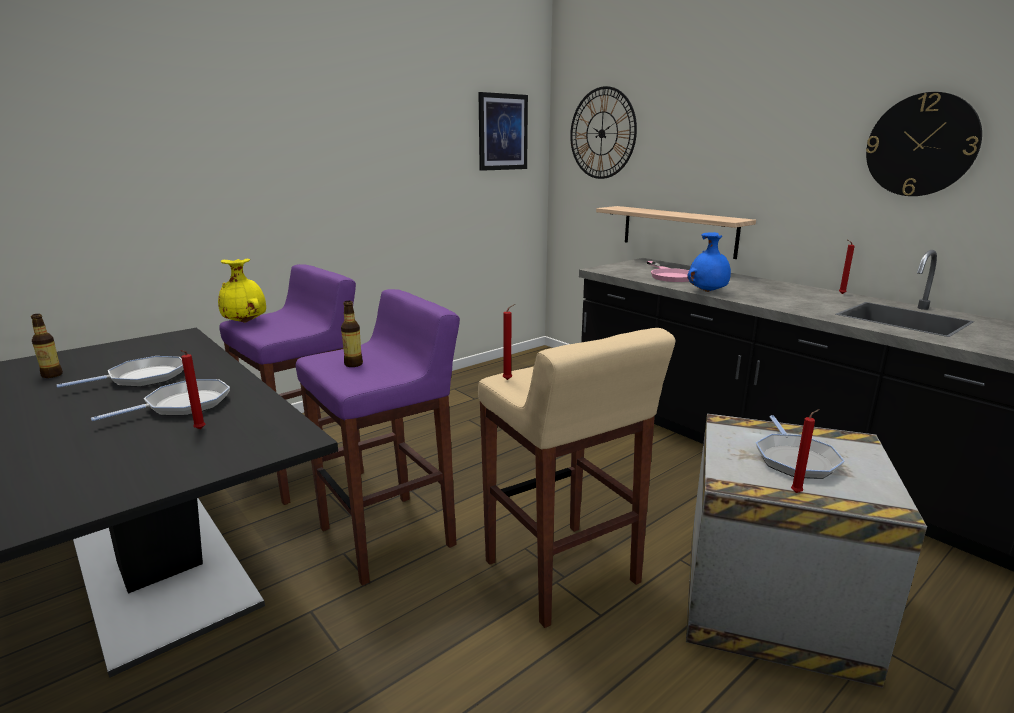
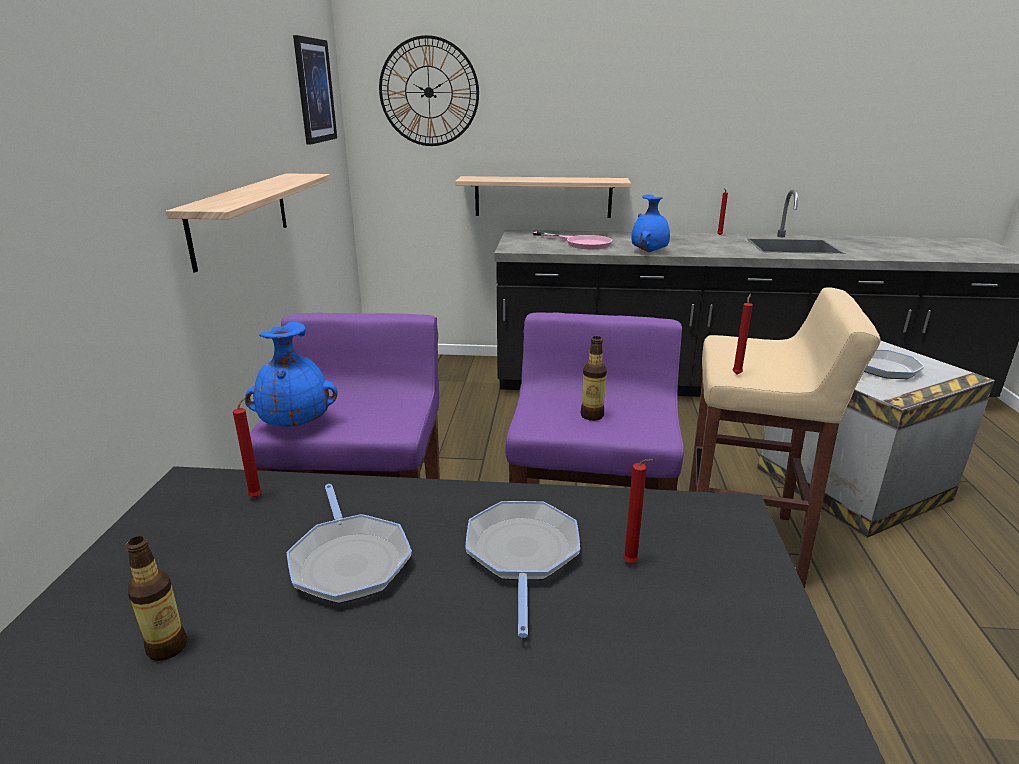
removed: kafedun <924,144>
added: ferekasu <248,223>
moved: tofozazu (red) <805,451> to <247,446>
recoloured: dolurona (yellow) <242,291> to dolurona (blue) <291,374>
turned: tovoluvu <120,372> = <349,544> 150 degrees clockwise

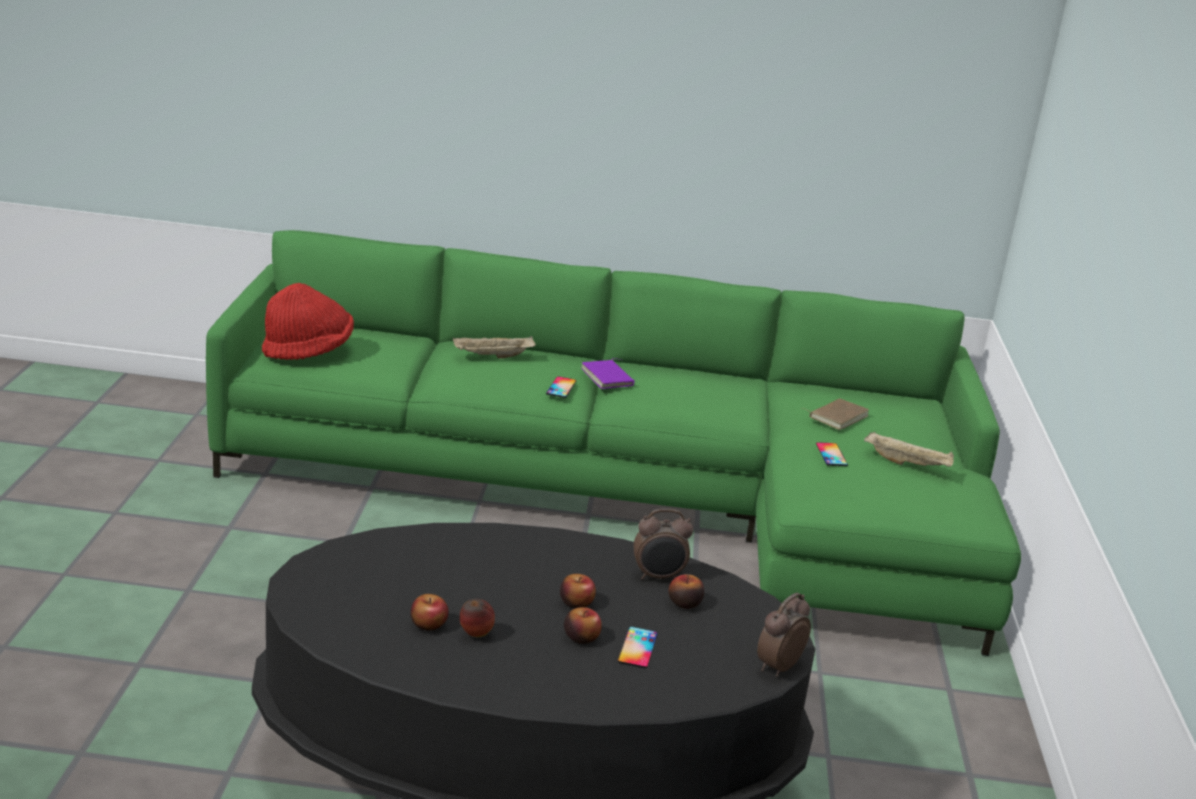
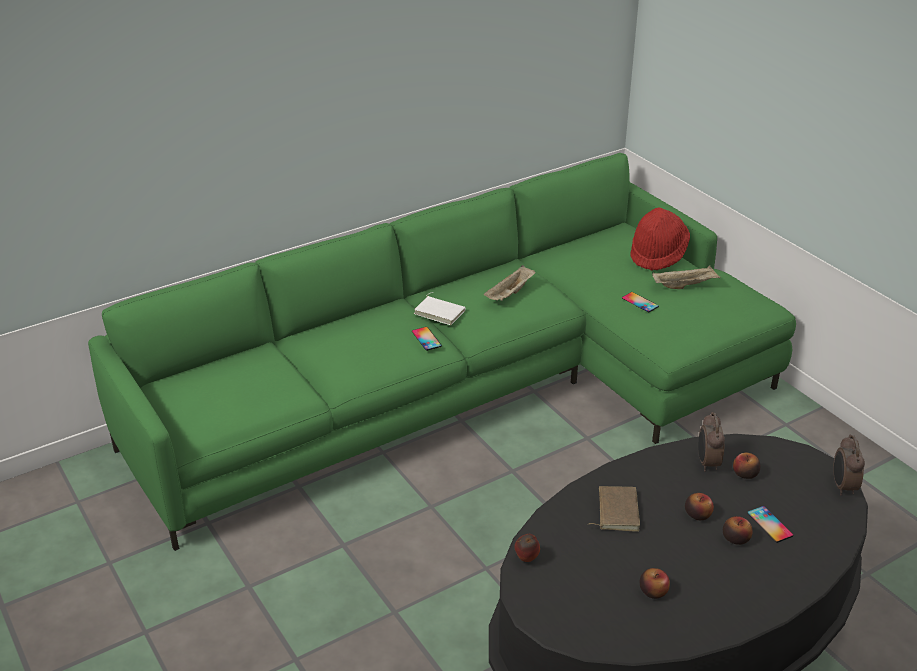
moved: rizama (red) <308,321> to <660,239>; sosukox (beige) <494,347> to <510,283>; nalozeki <477,618> to <527,548>; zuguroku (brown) <834,414> to <614,509>
recoloured: zuguroku (purple) <608,373> to zuguroku (white) <440,308>
turned: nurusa <663,544> = <711,442> 135 degrees clockwise

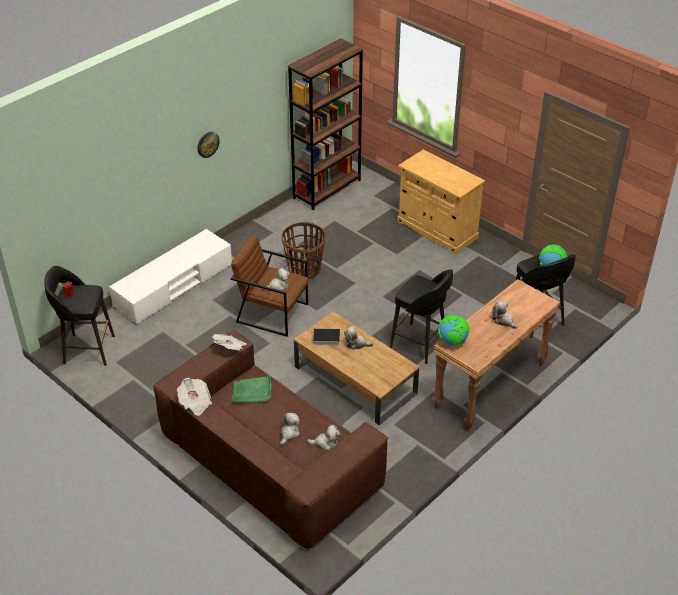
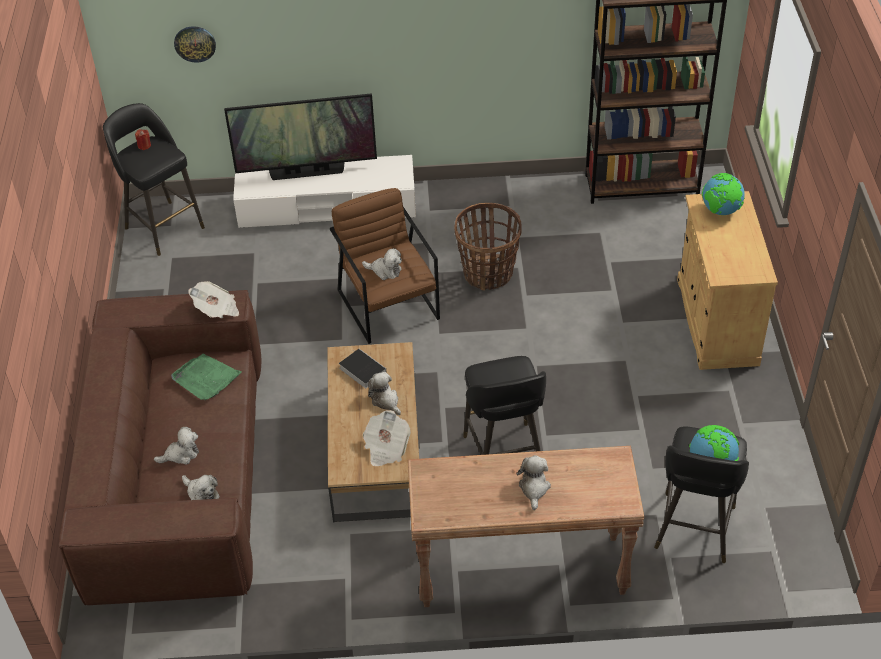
added: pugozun <300,136>
moved: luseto <194,397> to <387,438>; kafedun <209,145> to <195,44>; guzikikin <454,330> to <723,194>

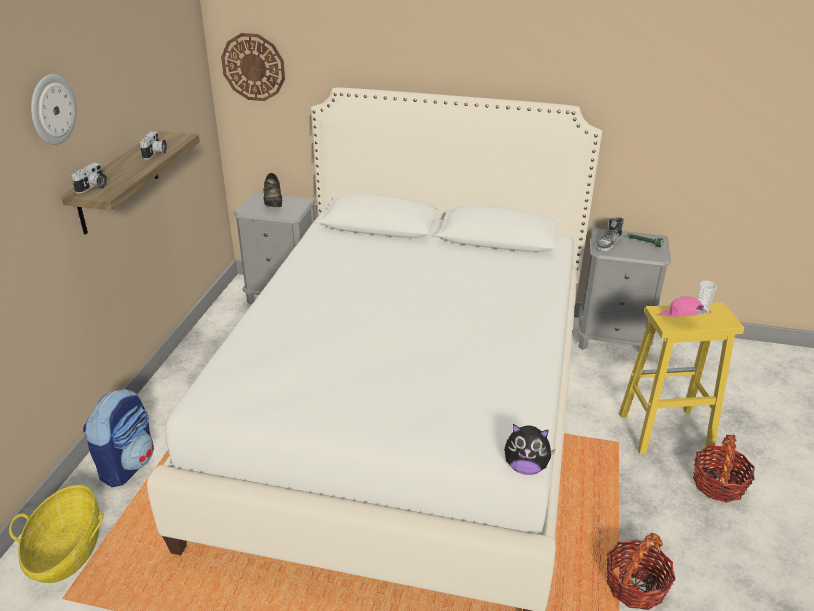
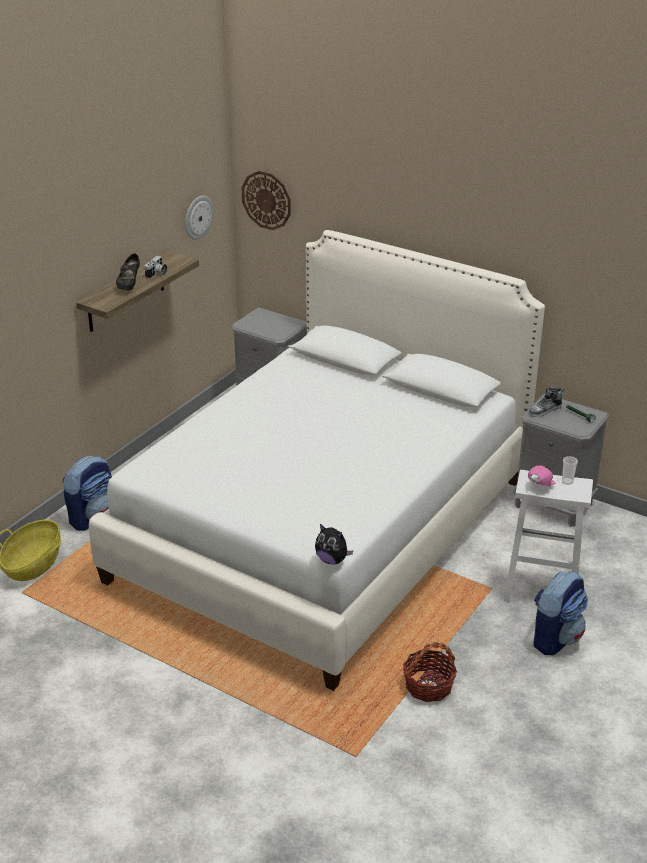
removed: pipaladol <89,178>
moved: kafedun <54,109> to <199,217>; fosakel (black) <272,190> to <128,271>
replaced: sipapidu <724,469> to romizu <560,613>
recoloured: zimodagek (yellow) <681,378> to zimodagek (white) <548,536>
turned: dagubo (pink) <685,306> = <541,475> 60 degrees clockwise

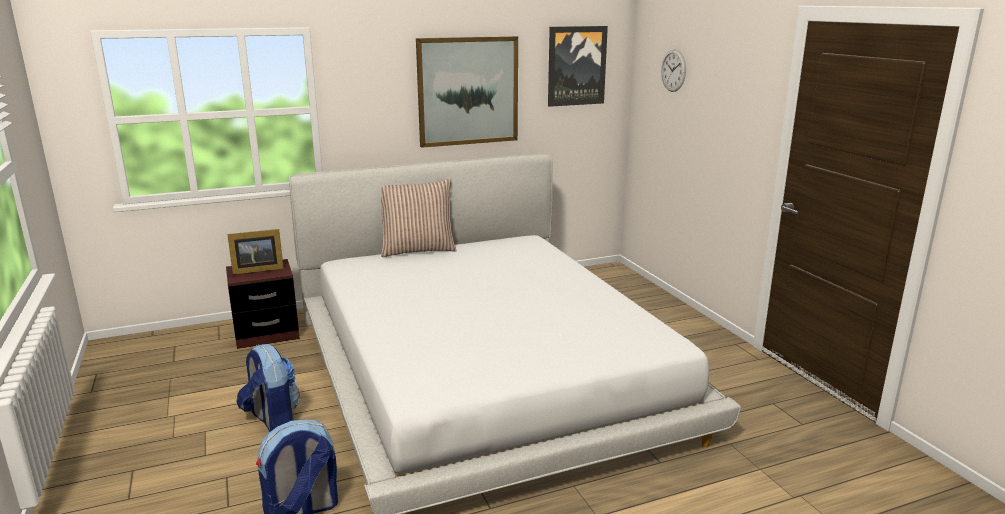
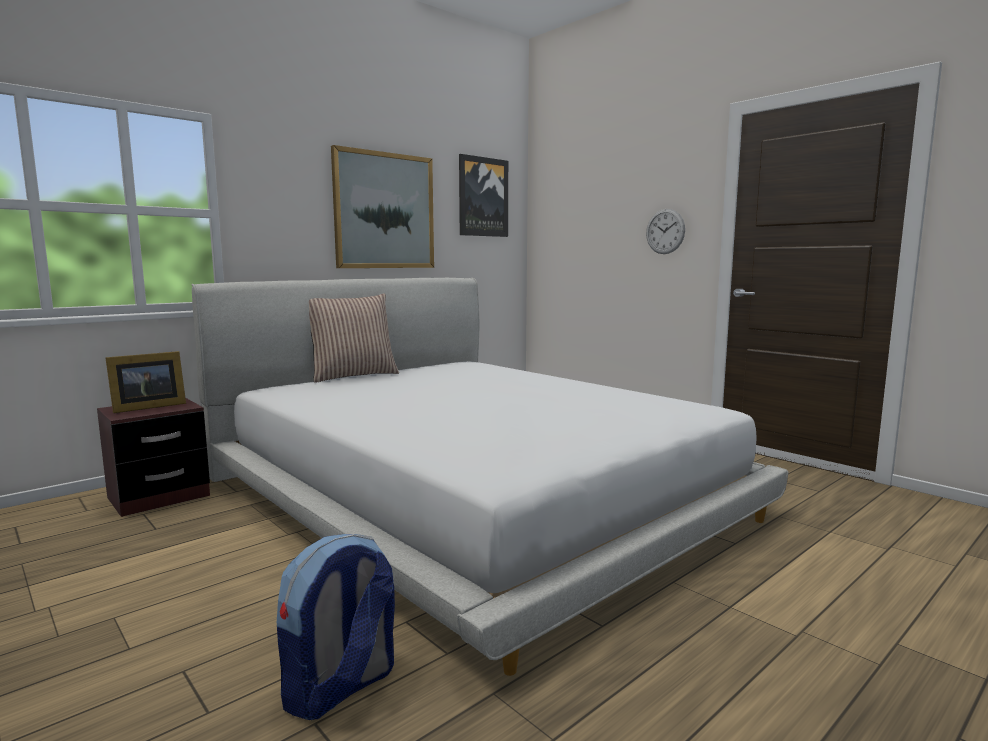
removed: romizu <268,388>
moved: kafedun <673,70> to <665,231>

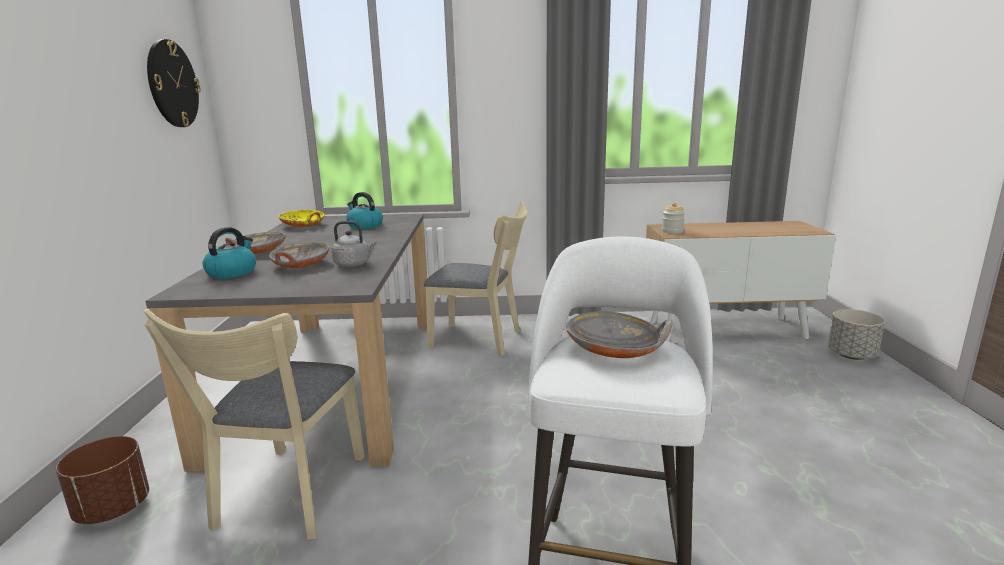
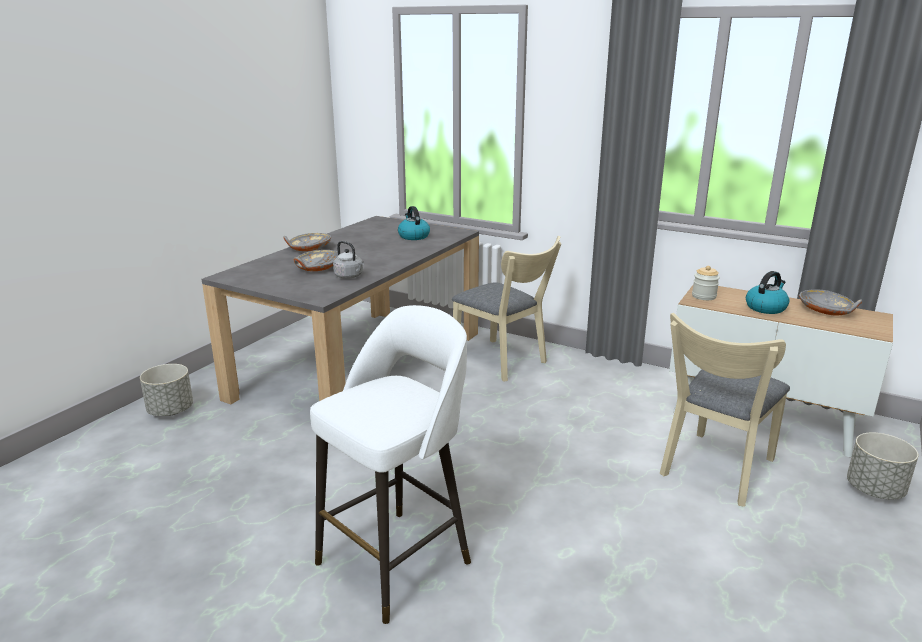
removed: kafedun <174,83>; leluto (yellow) <301,218>
moved: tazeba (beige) <254,424> to <725,410>; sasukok <229,253> to <768,292>; leluto (grey) <619,334> to <830,302>
recoloured: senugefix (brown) <102,480> to senugefix (grey) <166,390>

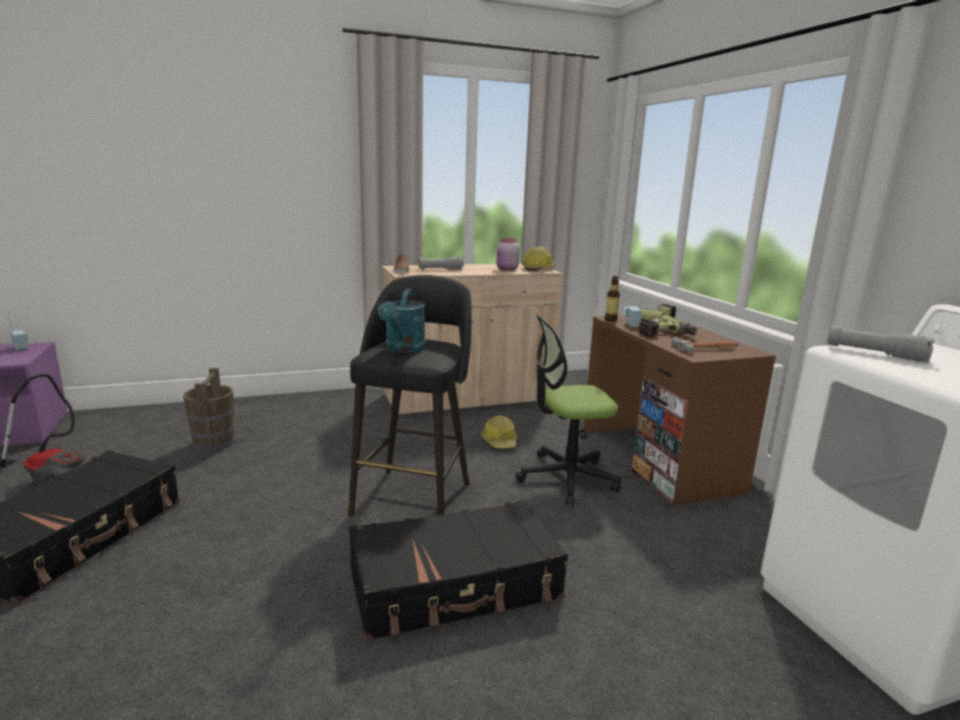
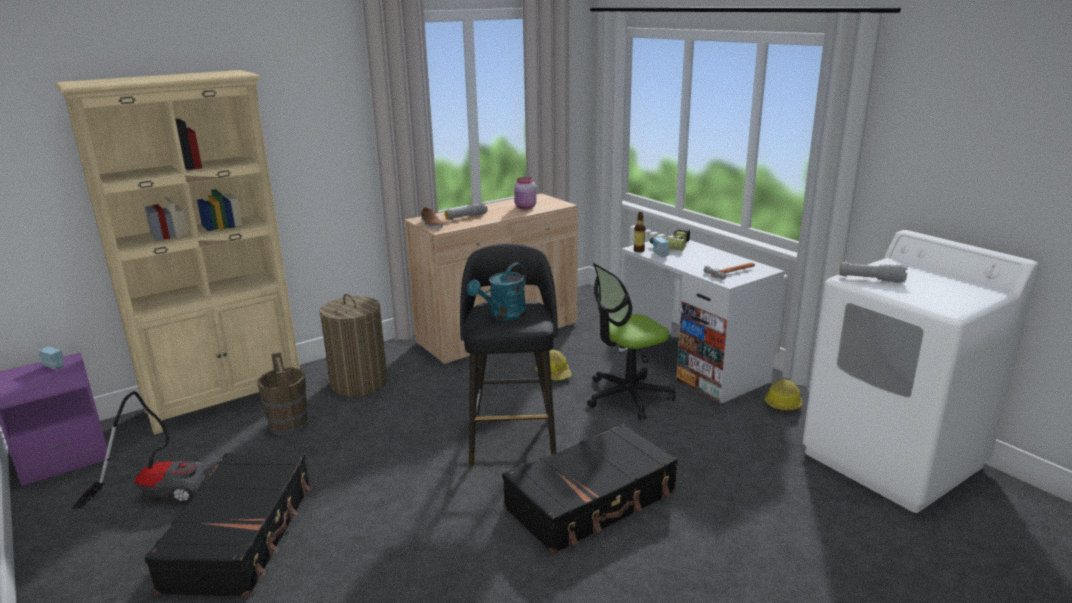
removed: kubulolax <667,326>
added: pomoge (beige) <177,252>; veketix <354,345>
moved: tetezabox <539,258> to <783,396>
recoloured: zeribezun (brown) <679,410> to zeribezun (white) <702,319>
turned: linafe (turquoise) <402,321> = <497,291> 45 degrees clockwise

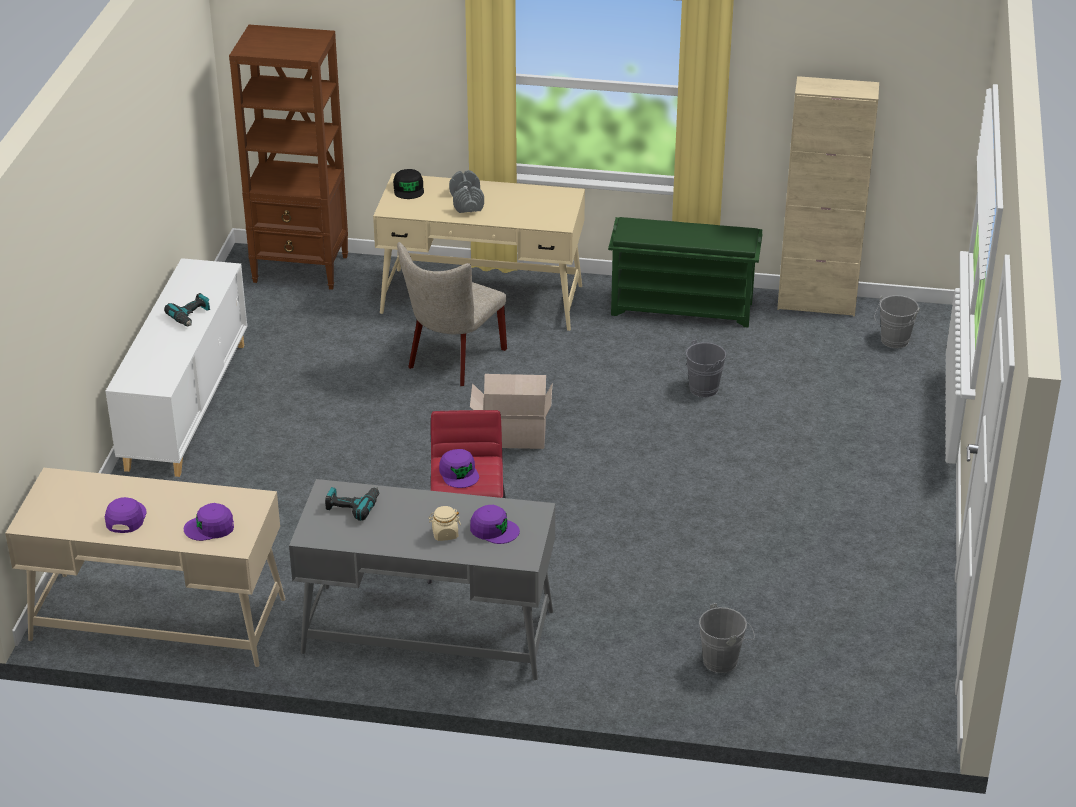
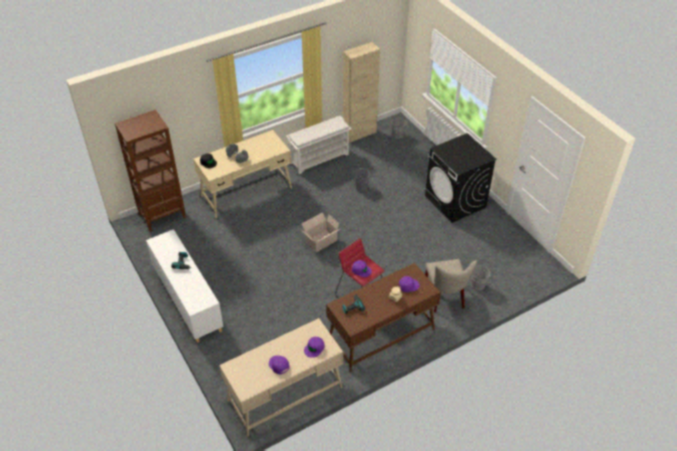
added: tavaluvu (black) <461,178>
moved: tazeba (beige) <452,314> to <451,286>
recoloured: zeribezun (grey) <422,579> to zeribezun (brown) <383,317>; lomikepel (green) <685,272> to lomikepel (white) <319,145>

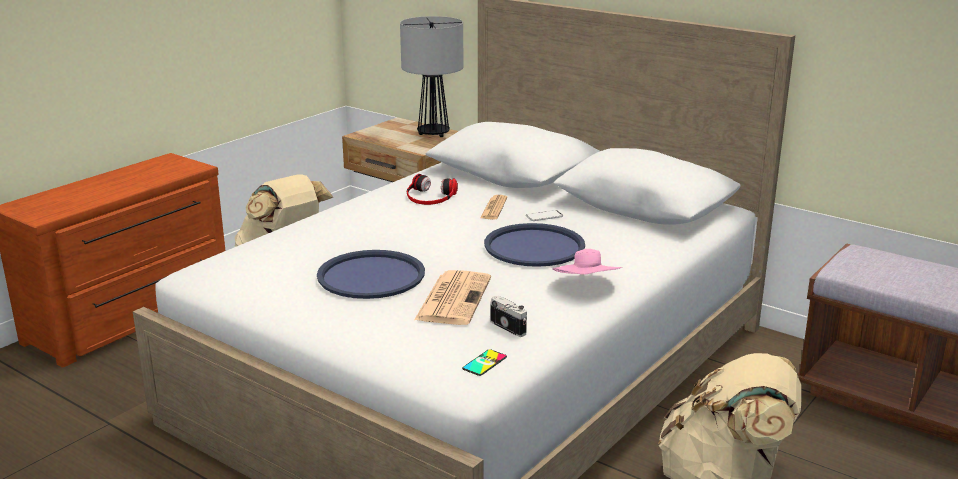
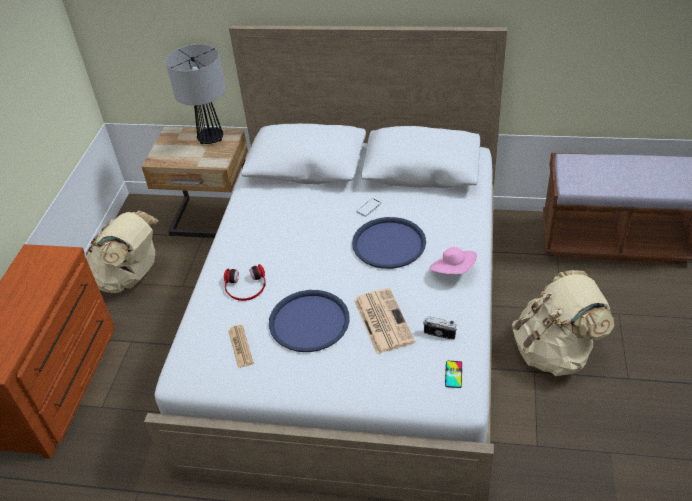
moved: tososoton <432,189> to <245,282>; luseto <494,207> to <241,346>

